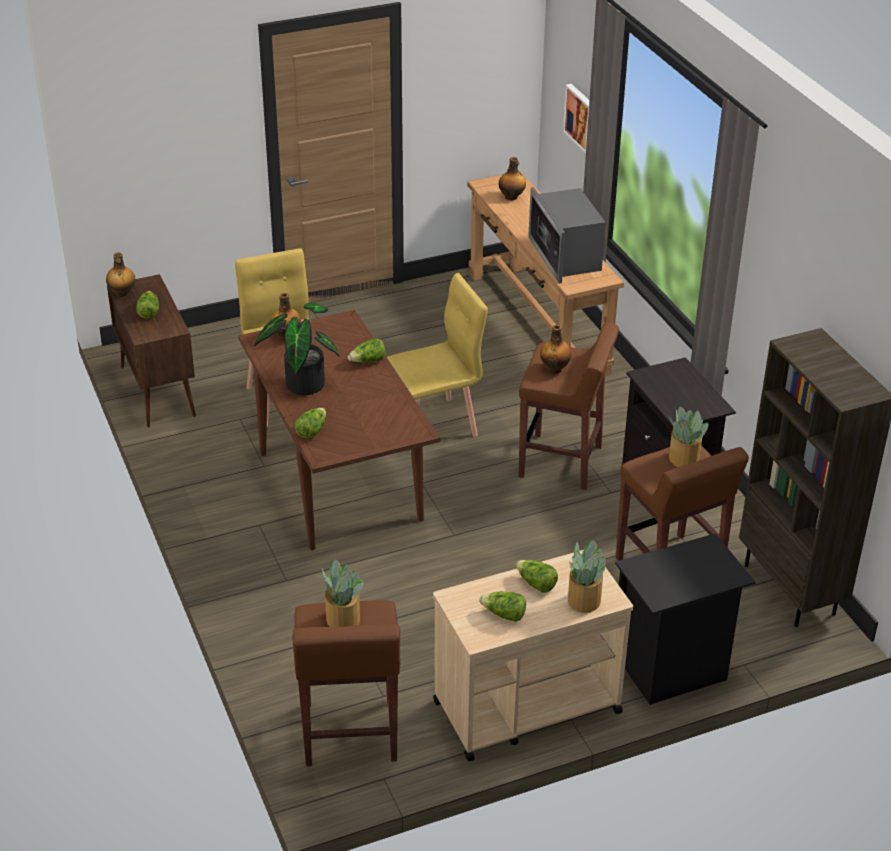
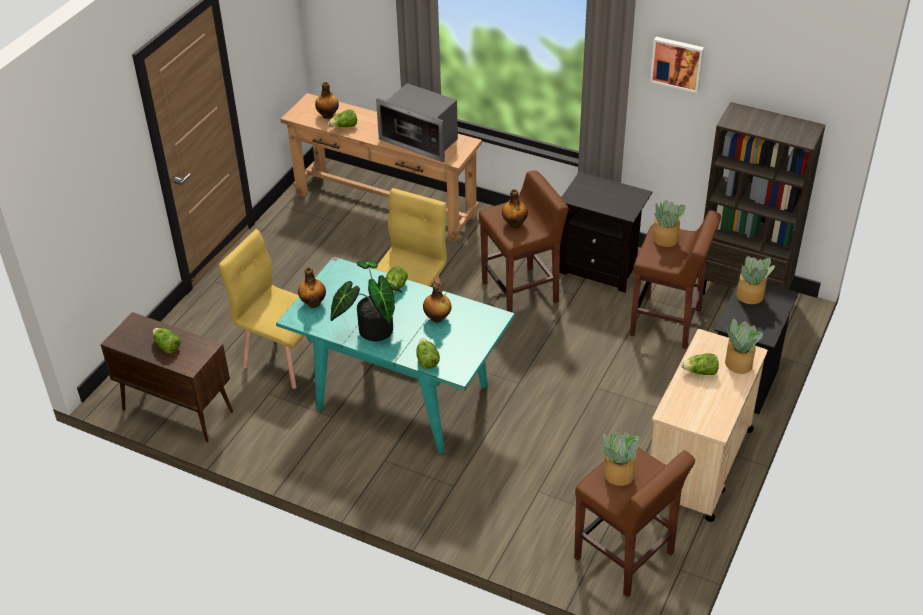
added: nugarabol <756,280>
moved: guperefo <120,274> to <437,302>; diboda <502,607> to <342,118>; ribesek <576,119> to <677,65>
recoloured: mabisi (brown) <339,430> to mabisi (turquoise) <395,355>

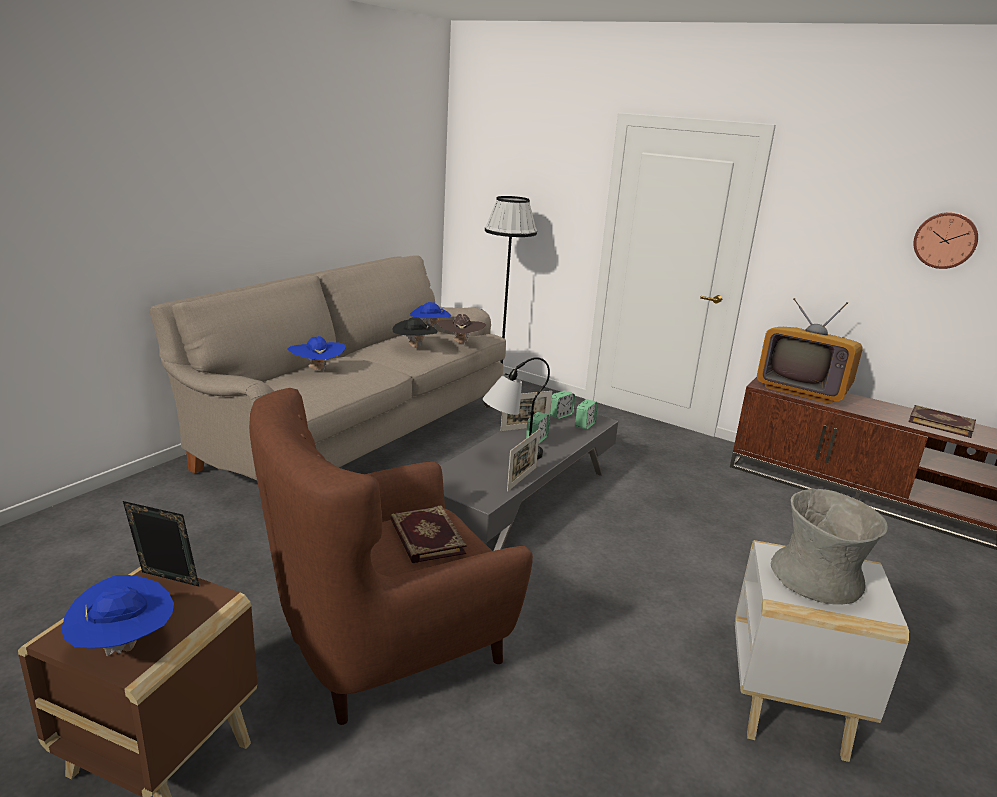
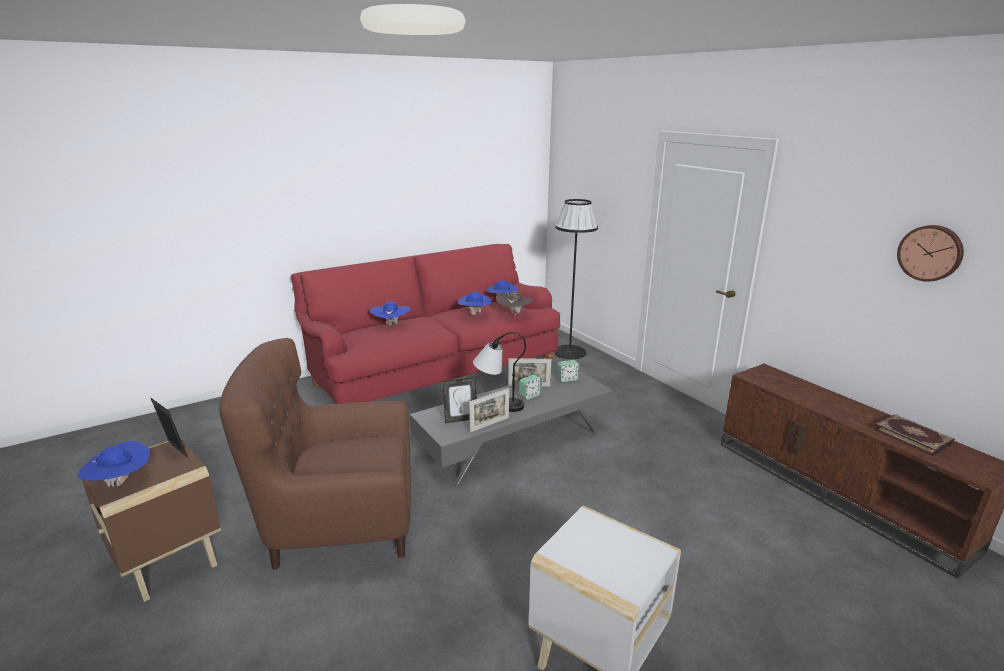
removed: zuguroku <428,534>; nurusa <586,414>; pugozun <809,351>; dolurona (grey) <829,547>
added: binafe <460,400>
recoloured: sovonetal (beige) <327,368> to sovonetal (red) <425,324>; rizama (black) <415,332> to rizama (blue) <475,303>

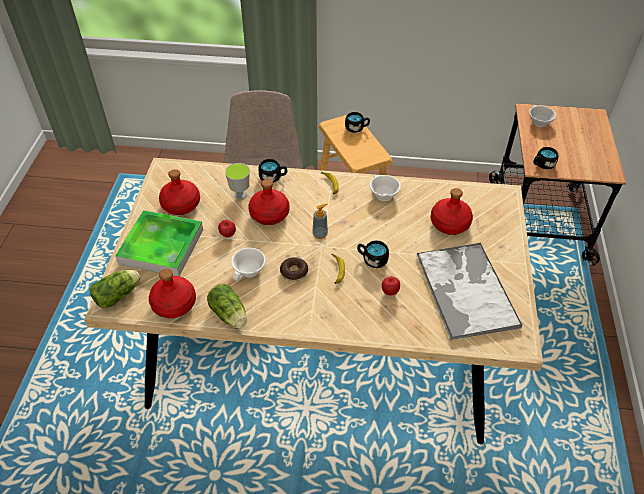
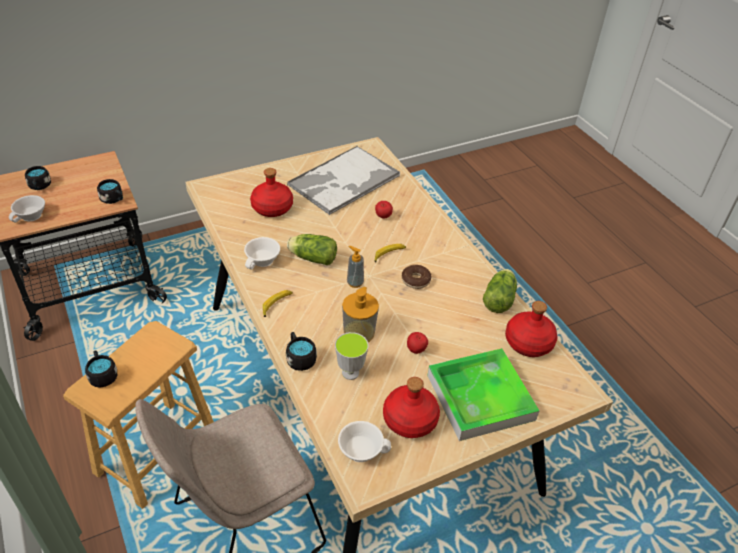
moved: diboda <115,289> to <312,249>; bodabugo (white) <248,264> to <364,441>; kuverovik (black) <373,254> to <38,178>
replaced: guperefo (red) <268,202> to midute <360,314>

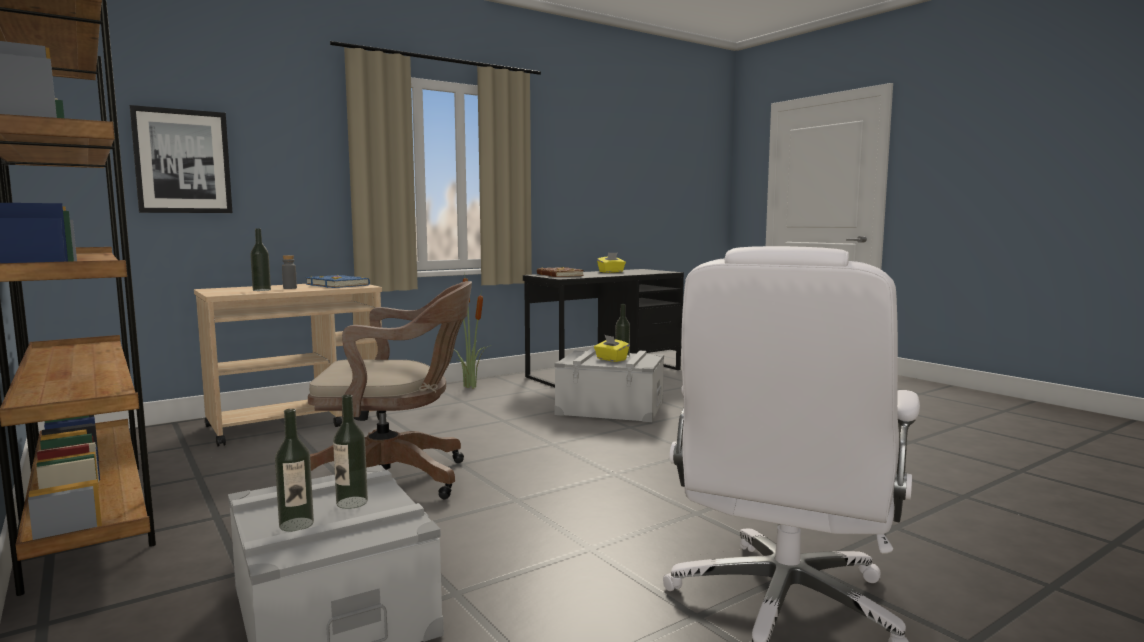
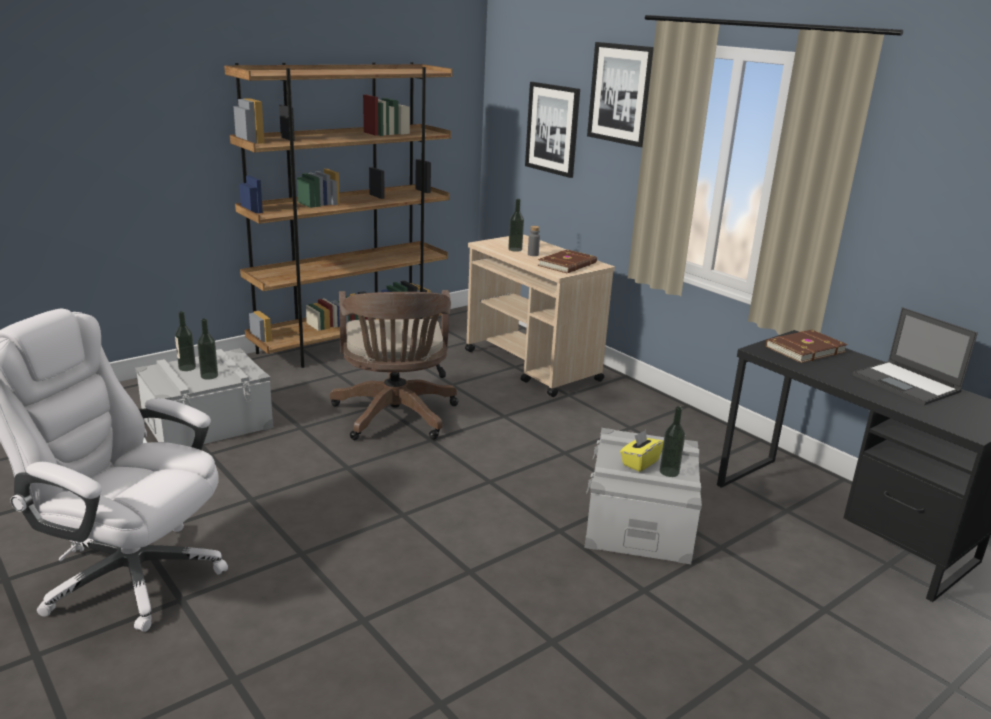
removed: nugarabol <472,330>
added: ribesek <620,94>
replaced: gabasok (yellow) <611,262> to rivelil <915,356>
recoloured: zuguroku (blue) <338,281> to zuguroku (brown) <567,261>

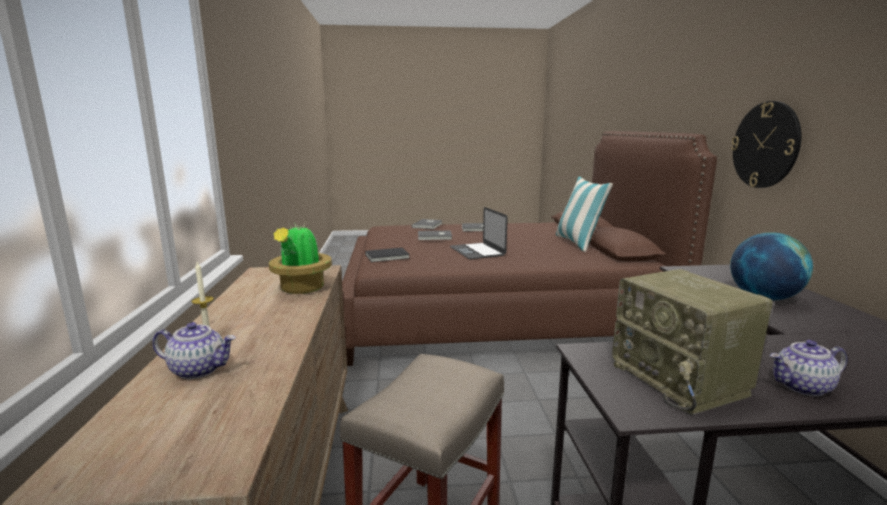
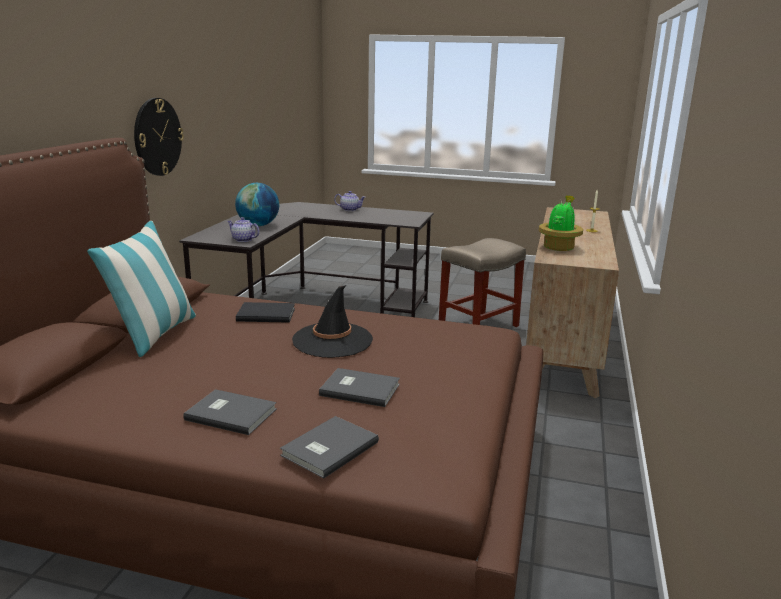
removed: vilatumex <692,342>
moved: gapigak <194,350> to <243,229>; zuguroku (black) <387,255> to <265,312>
replaced: rivelil <479,233> to rizama (black) <332,321>

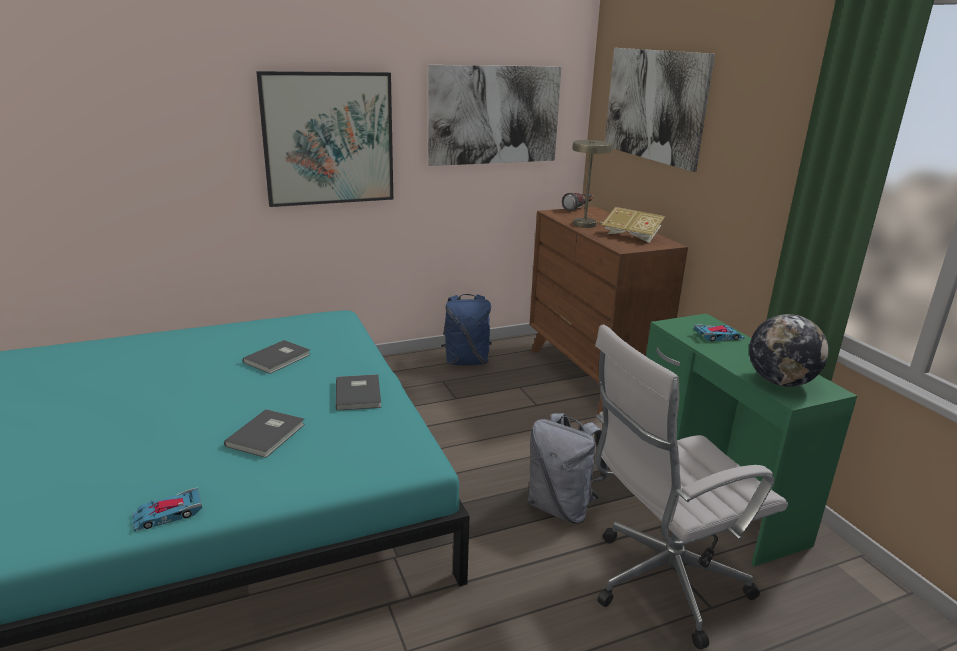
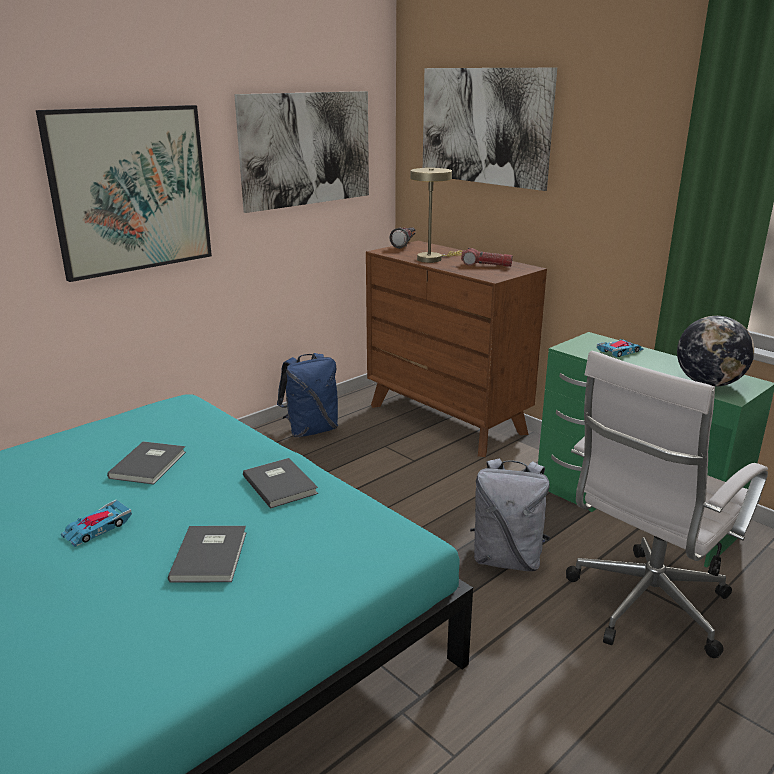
moved: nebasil <167,509> to <96,523>
replaced: zuguroku <633,225> to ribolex <487,257>

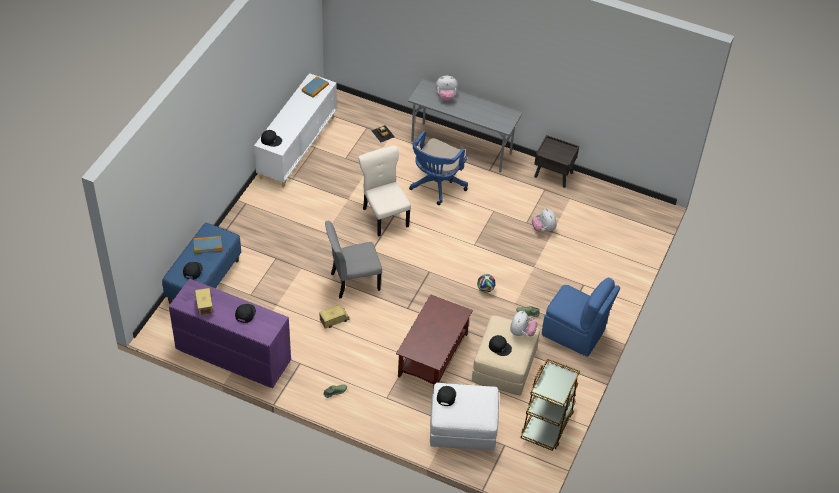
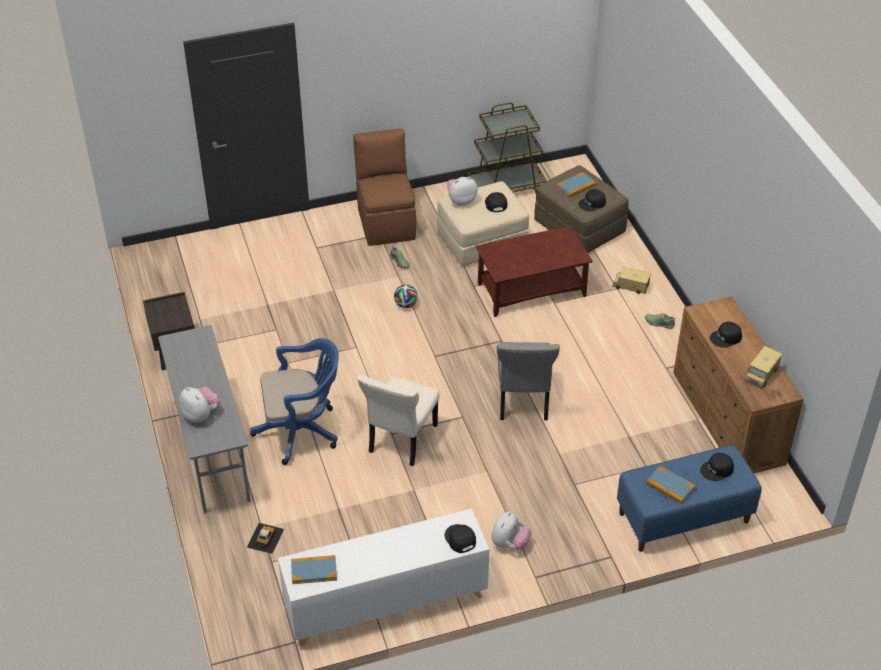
added: zuguroku <576,184>
moved: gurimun <334,316> to <631,280>; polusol <544,220> to <511,531>
recoloured: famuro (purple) <230,333> to famuro (brown) <738,384>; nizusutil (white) <464,417> to nizusutil (brown) <581,209>; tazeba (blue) <581,317> to tazeba (brown) <384,187>
turned: tazeba (grey) <353,260> = <528,381> 60 degrees clockwise

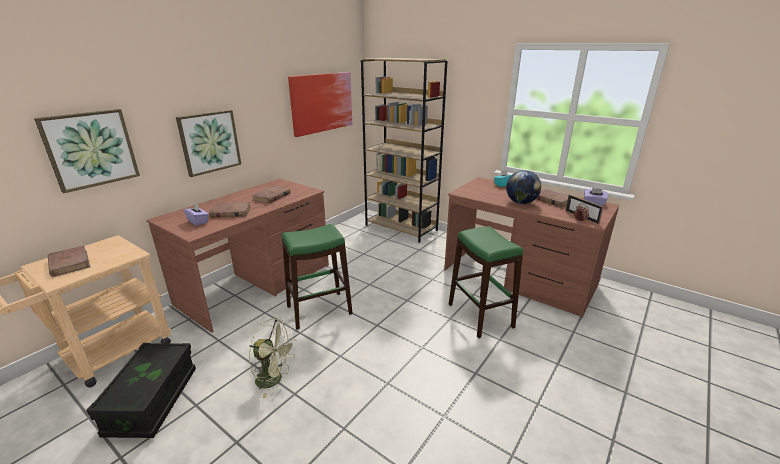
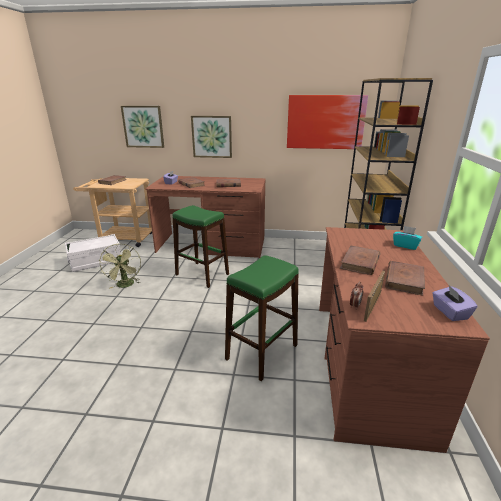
replaced: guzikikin <523,187> to zuguroku (brown) <360,260>
recoloured: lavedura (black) <141,390> to lavedura (white) <93,253>

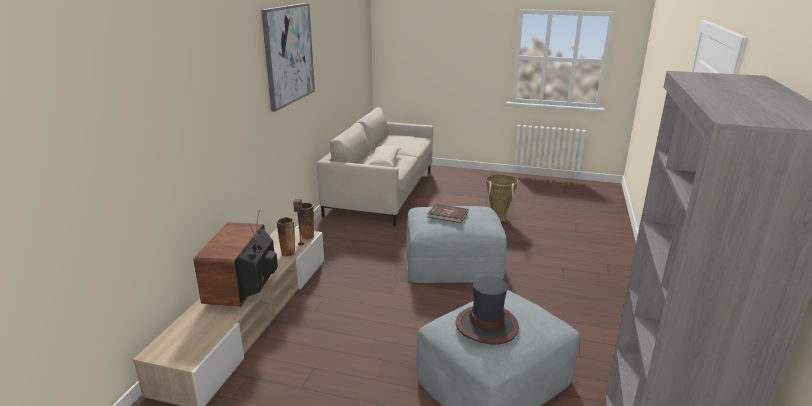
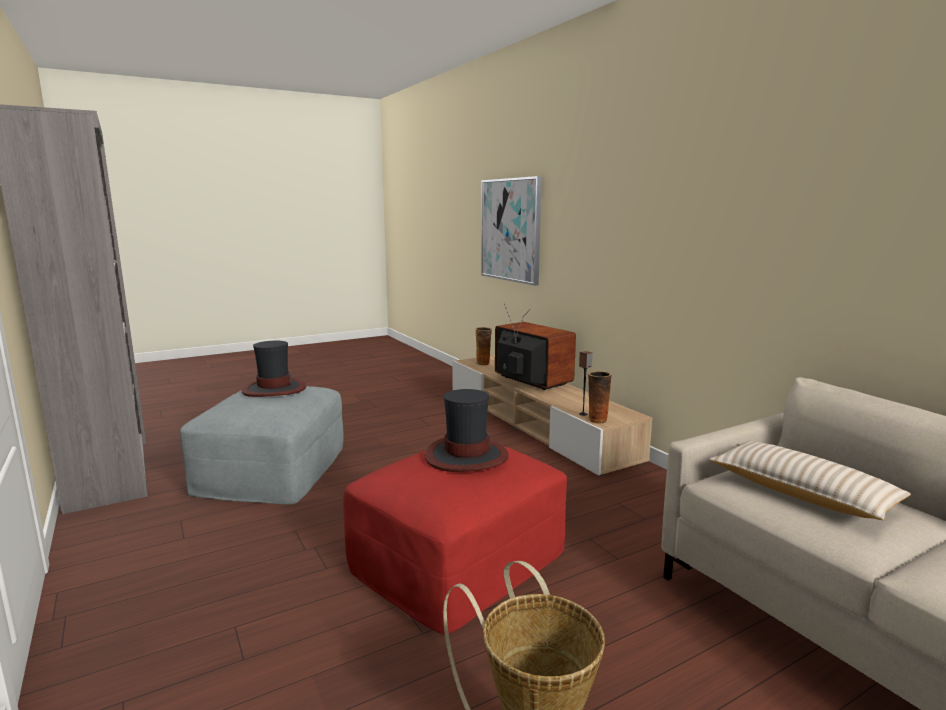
moved: ribesek <288,57> to <511,231>; dolurona <286,237> to <484,346>
replaced: zuguroku (red) <448,213> to rizama <467,430>
recoloured: nizusutil (grey) <456,244> to nizusutil (red) <455,540>

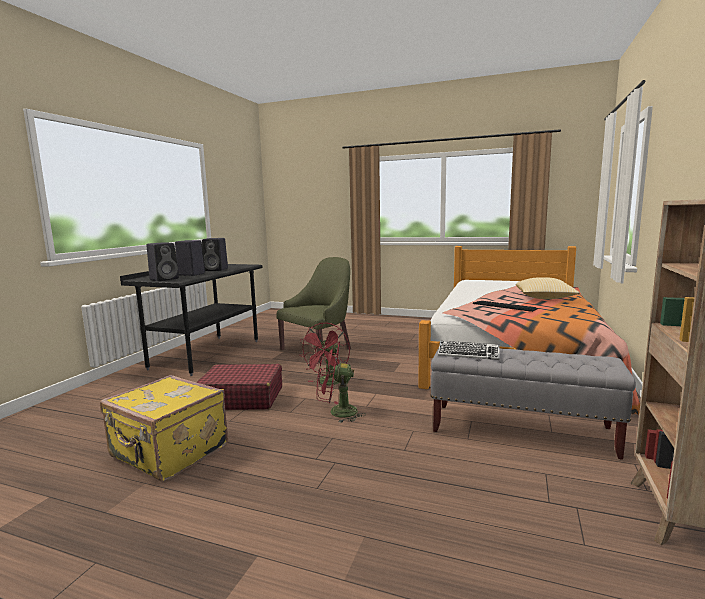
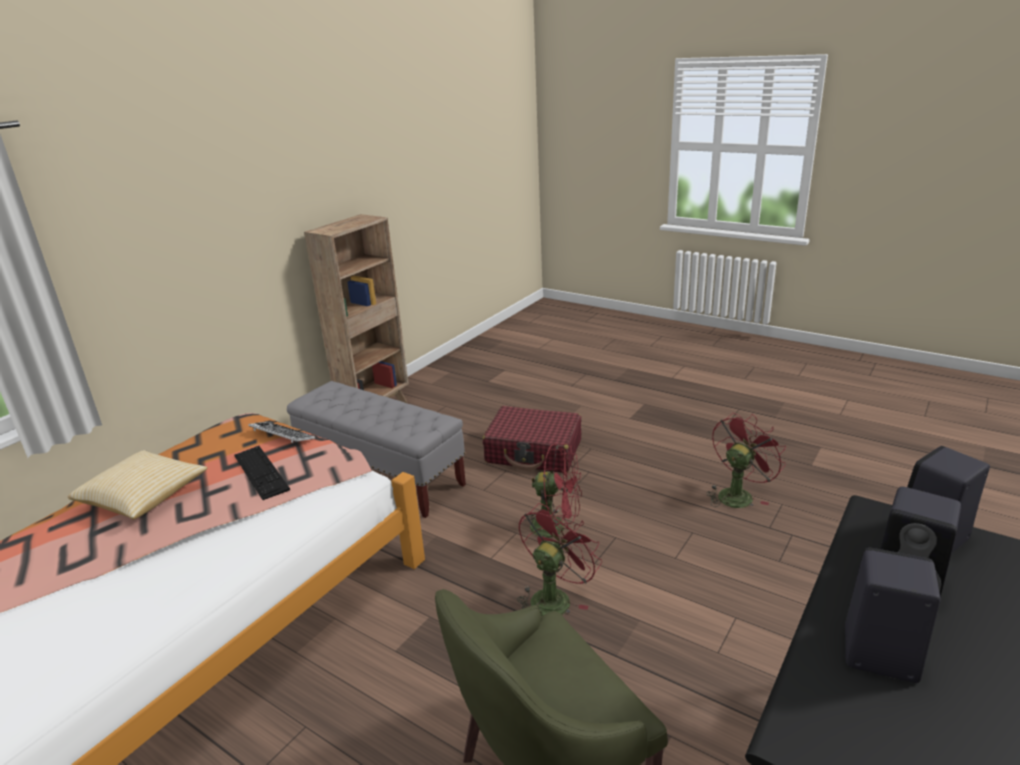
moved: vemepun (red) <239,387> to <531,439>; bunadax <469,350> to <282,432>
replaced: vemepun (yellow) <164,428> to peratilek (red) <746,460>

